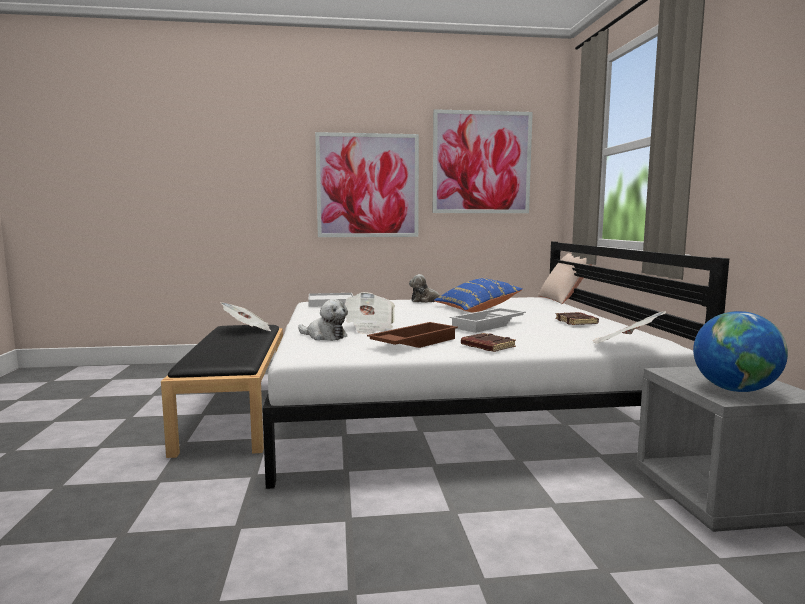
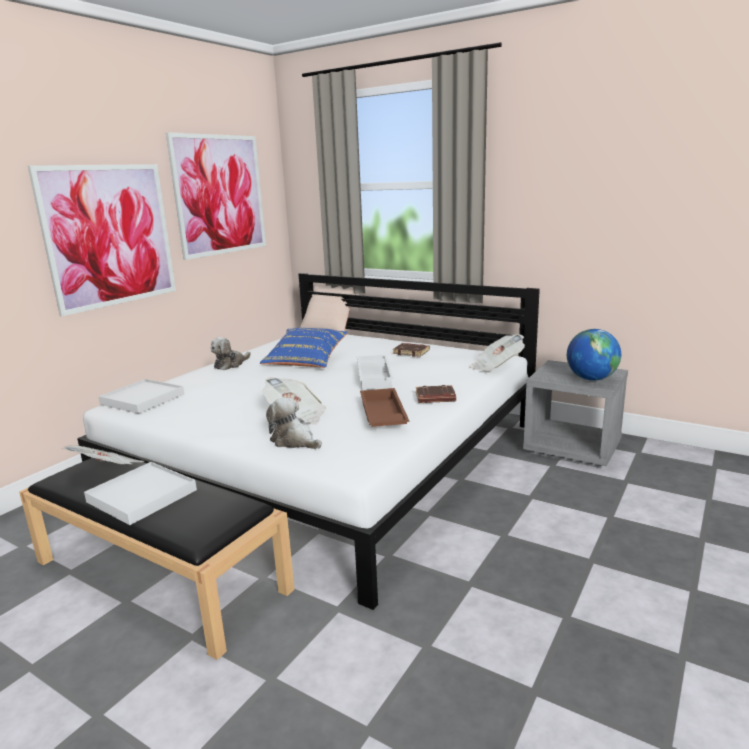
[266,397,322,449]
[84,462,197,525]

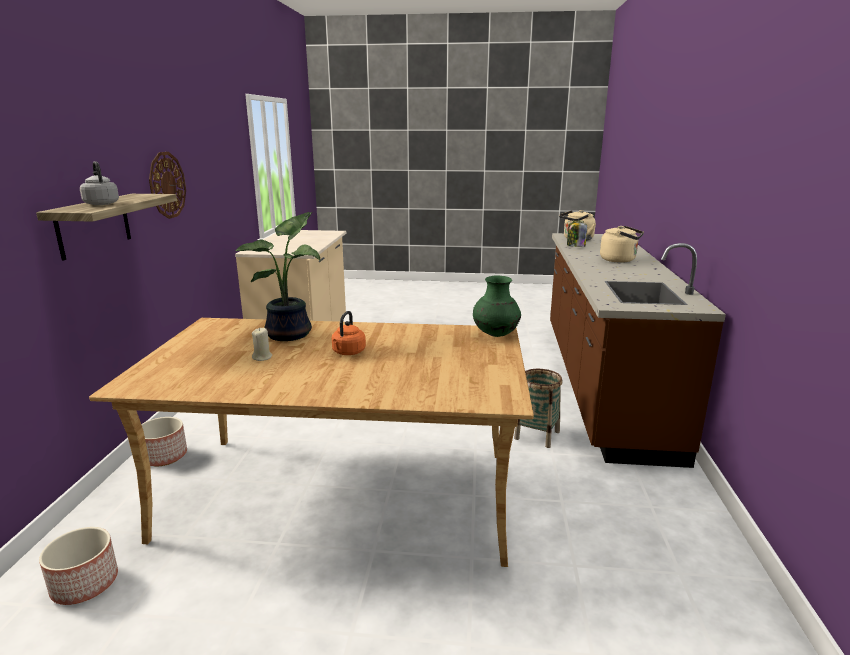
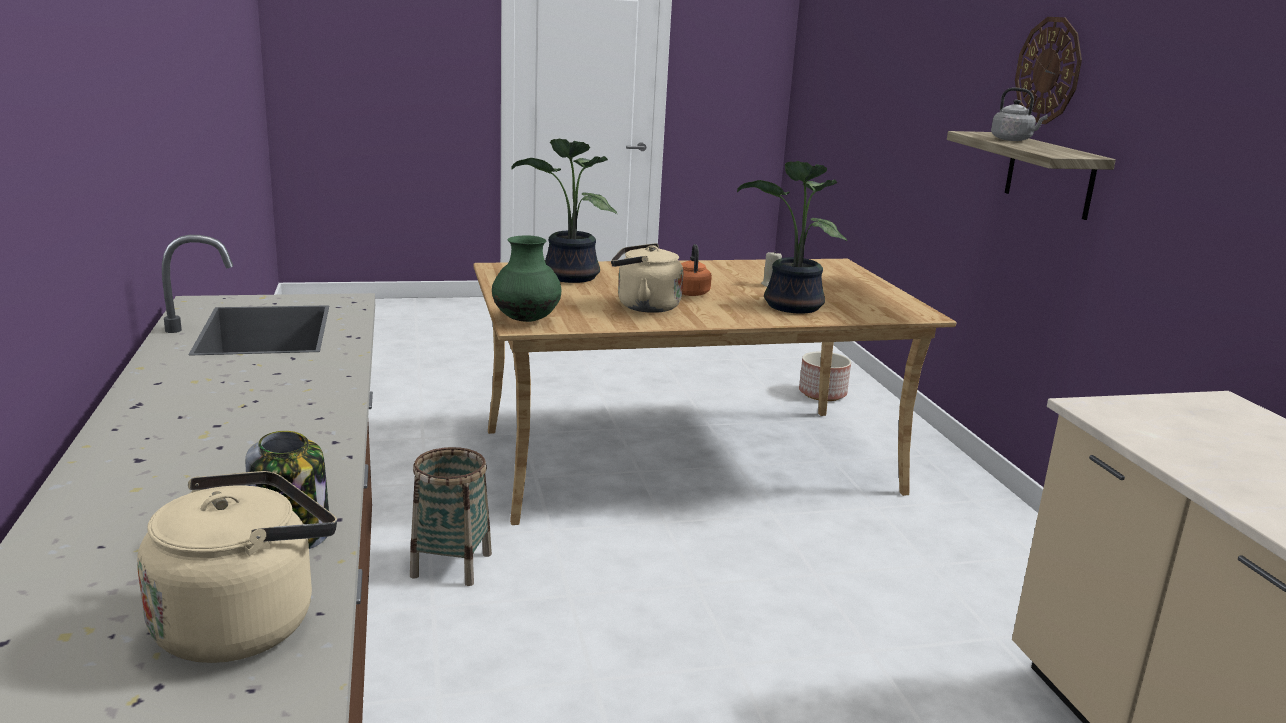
[141,417,187,466] (first image)
[1015,17,1082,124]
[611,243,683,313]
[511,138,617,283]

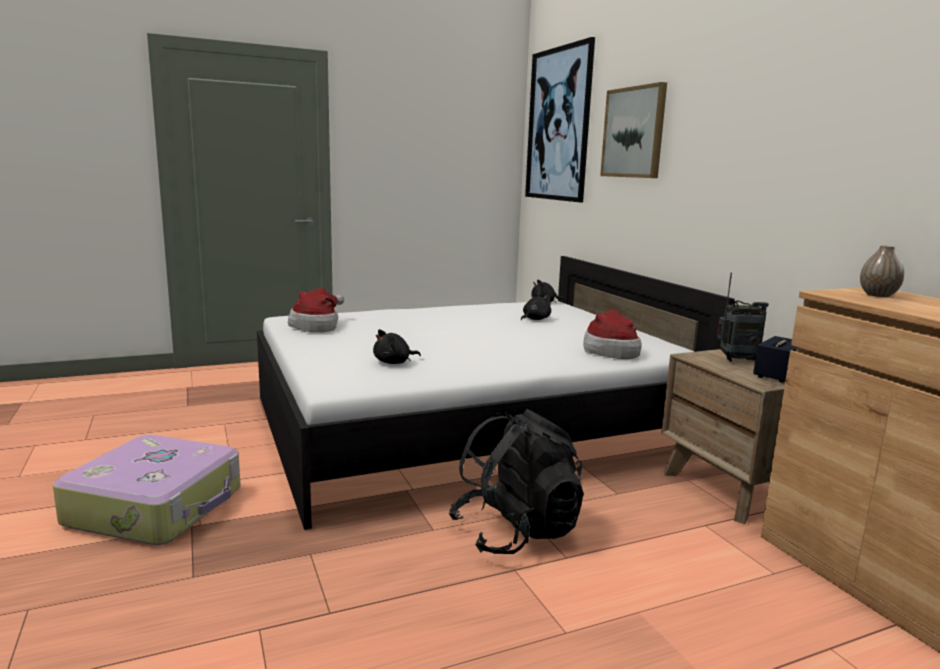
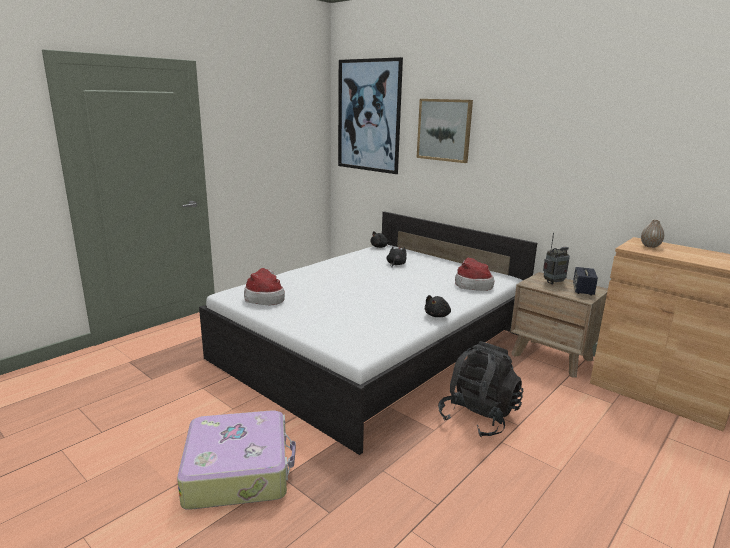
[425,295,451,317]

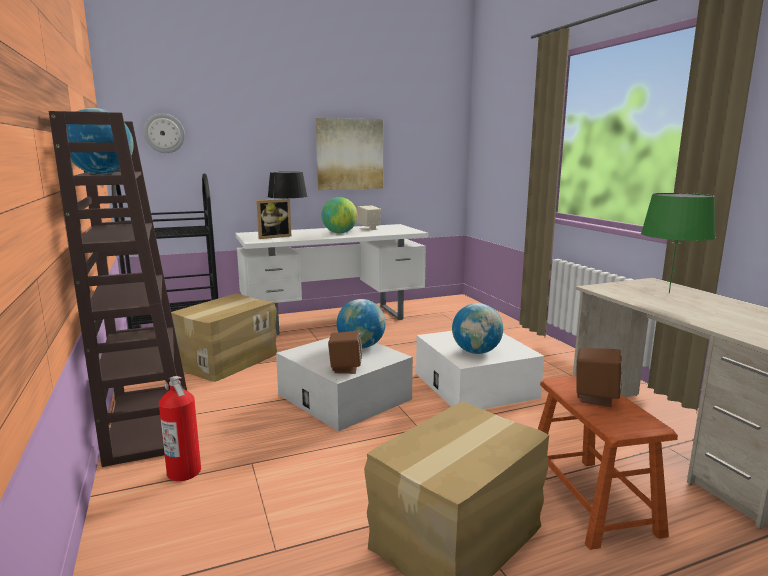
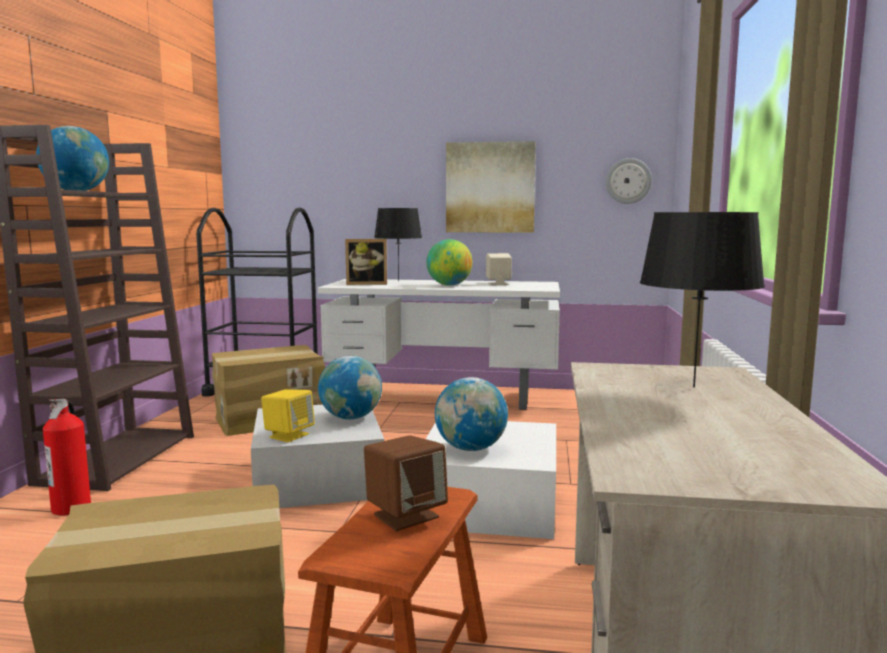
[606,158,652,204]
[261,389,315,442]
[640,212,765,387]

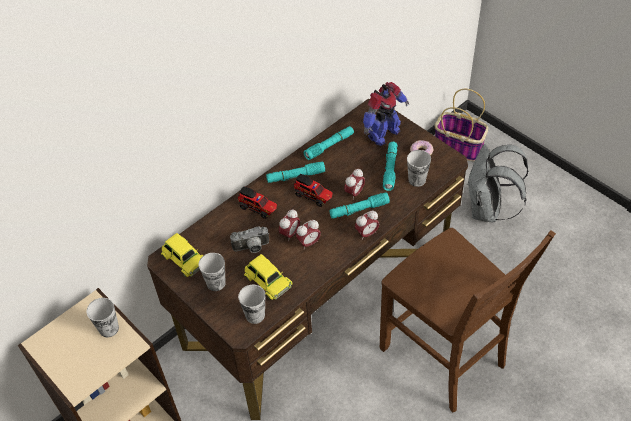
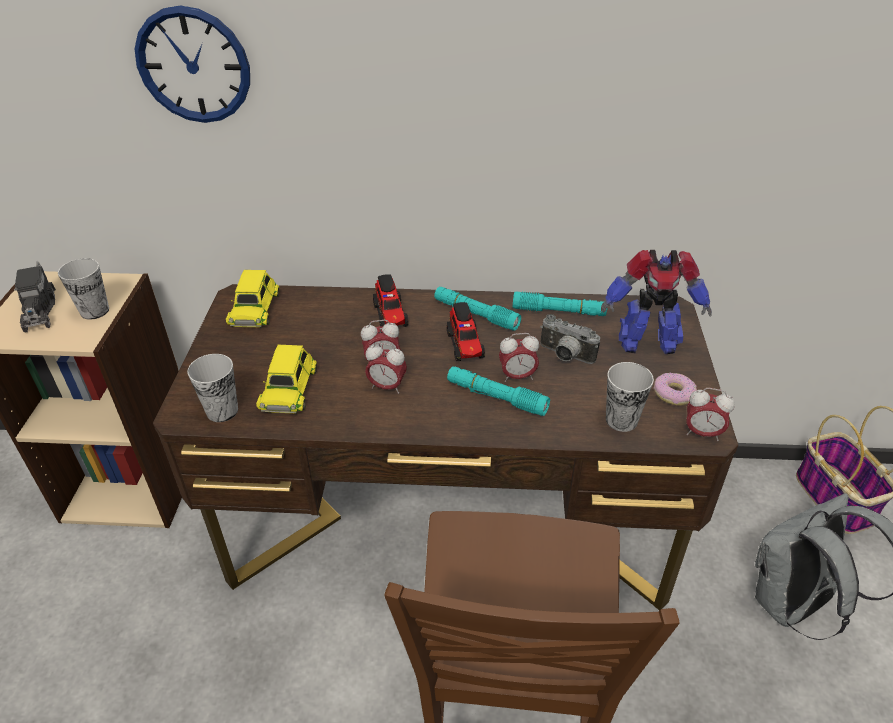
[198,253,226,291] (first image)
[540,314,600,364]
[686,388,735,441]
[383,142,397,191] (first image)
[14,261,56,333]
[135,5,250,123]

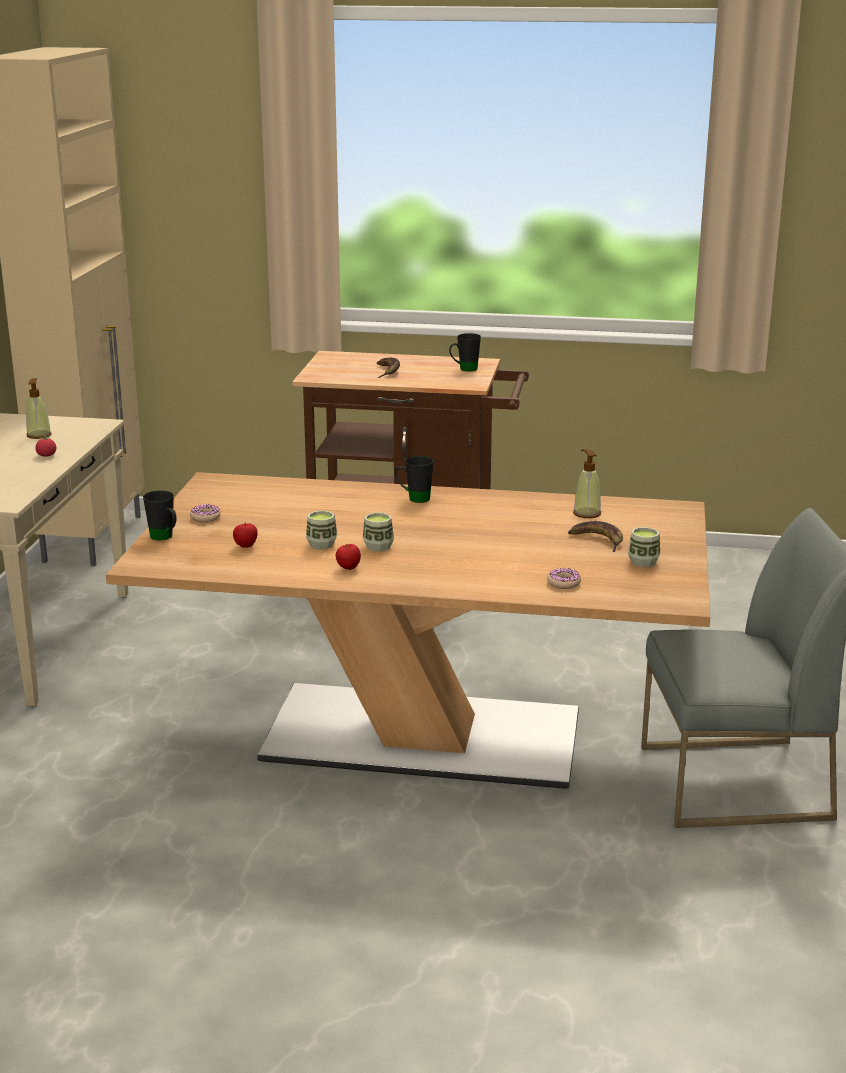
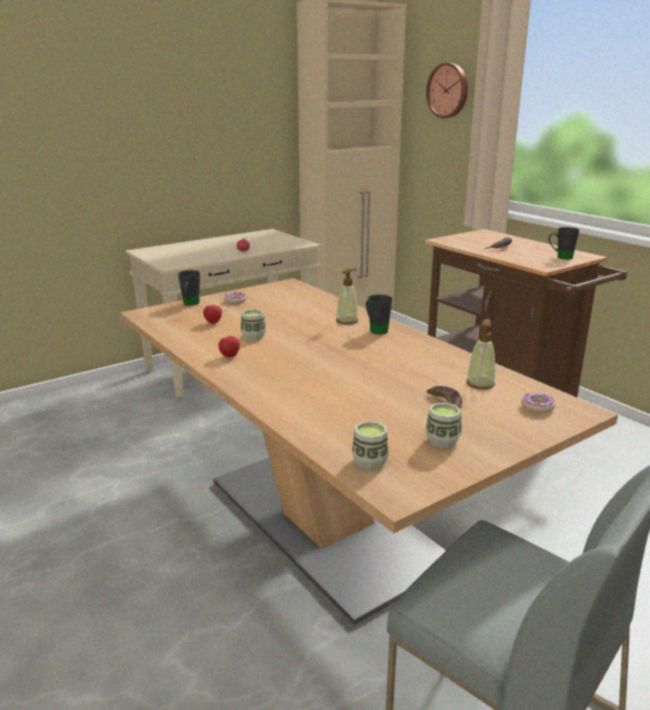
[336,269,359,325]
[352,421,389,470]
[521,392,555,414]
[426,63,468,118]

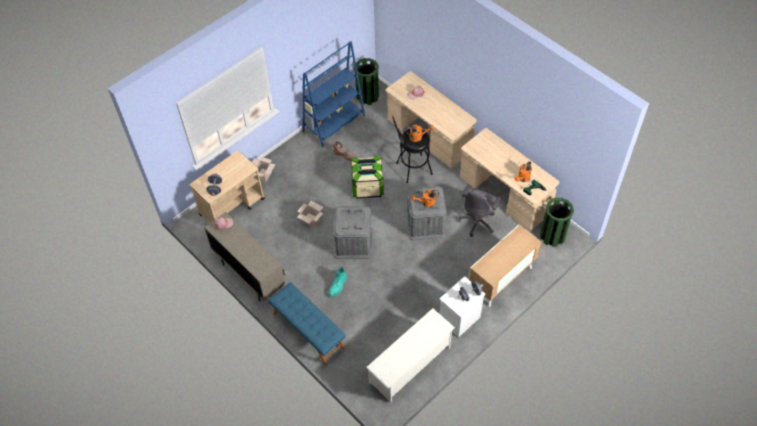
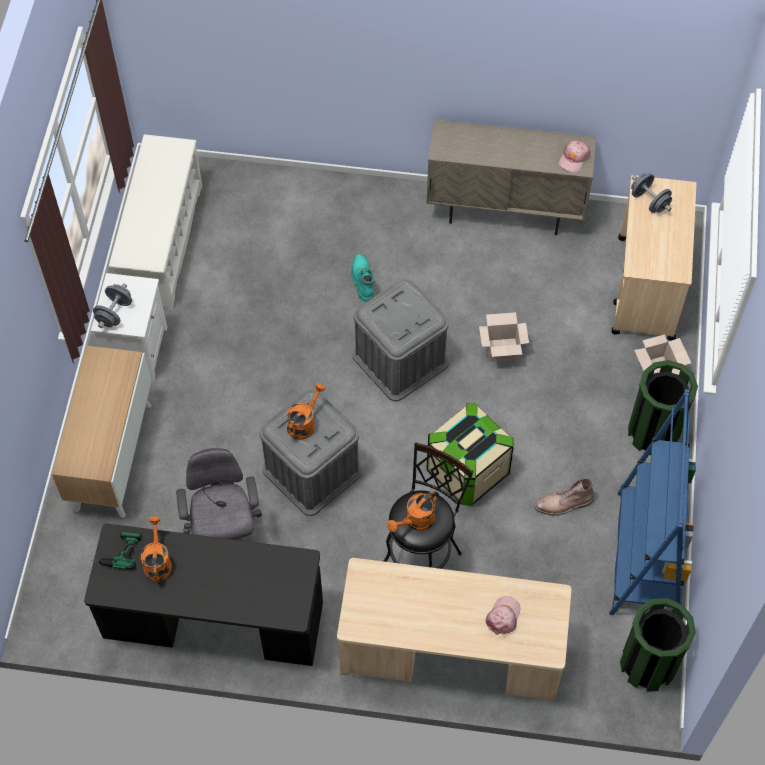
[268,282,346,365] (first image)
[84,524,323,666]
[628,360,698,455]

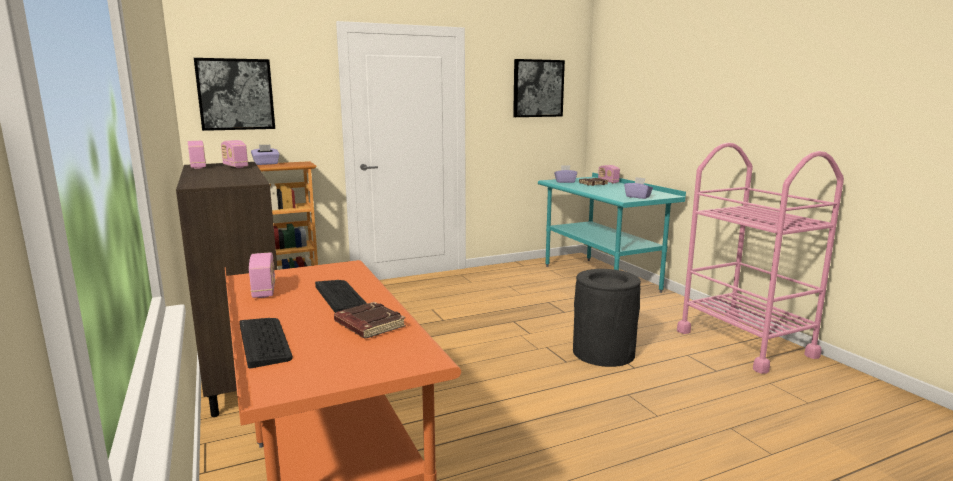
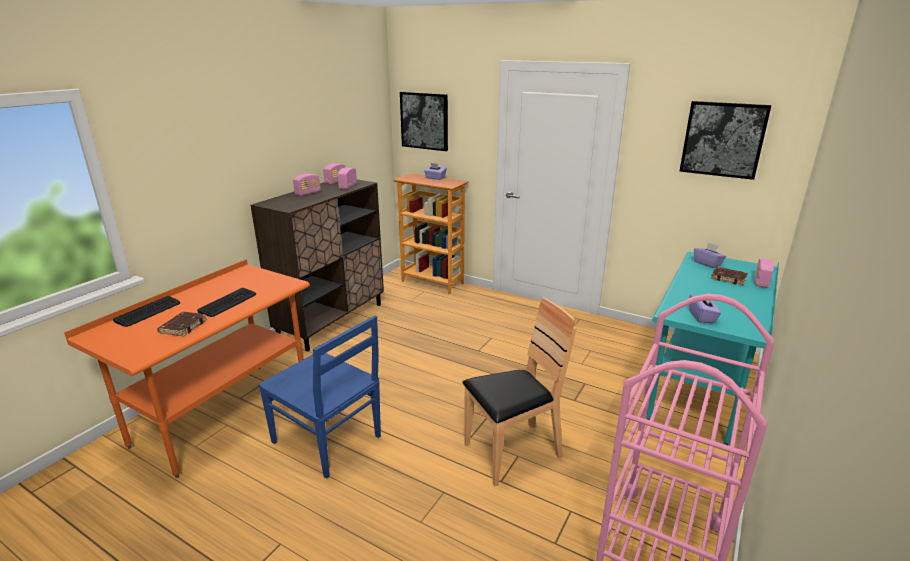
[293,173,321,196]
[463,297,577,486]
[258,316,381,479]

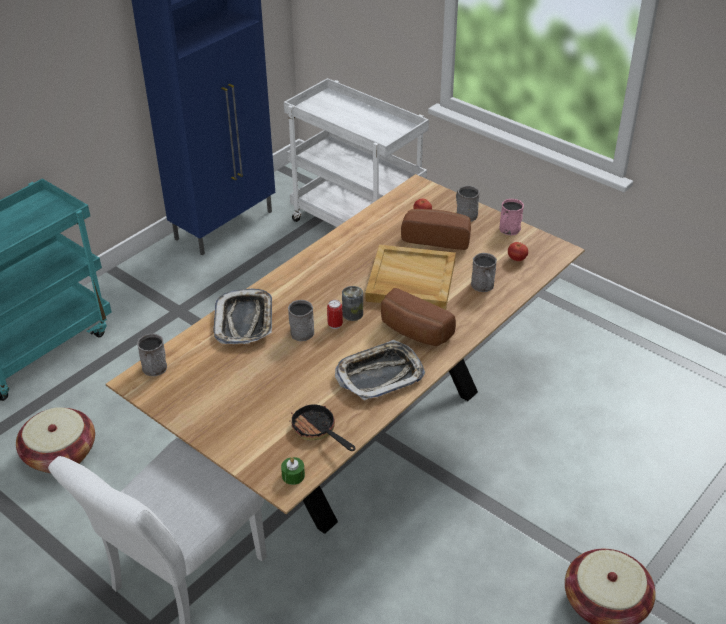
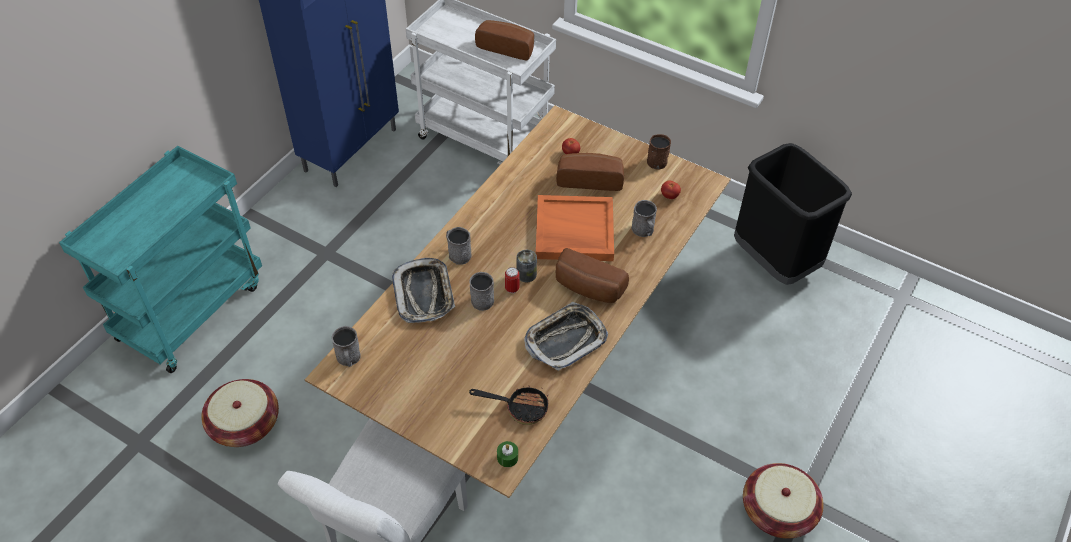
[469,386,549,425]
[536,195,614,261]
[446,227,471,265]
[647,134,671,169]
[475,20,534,60]
[734,143,852,285]

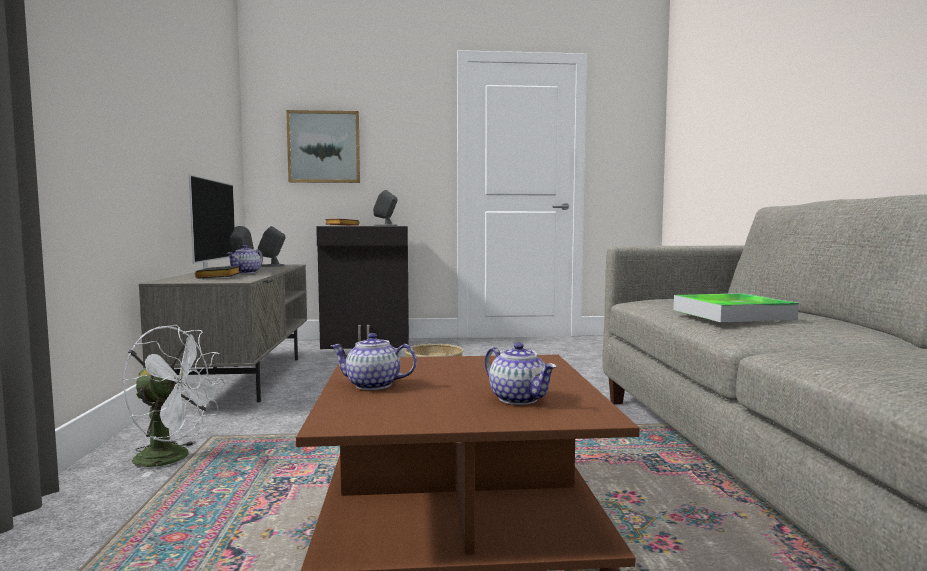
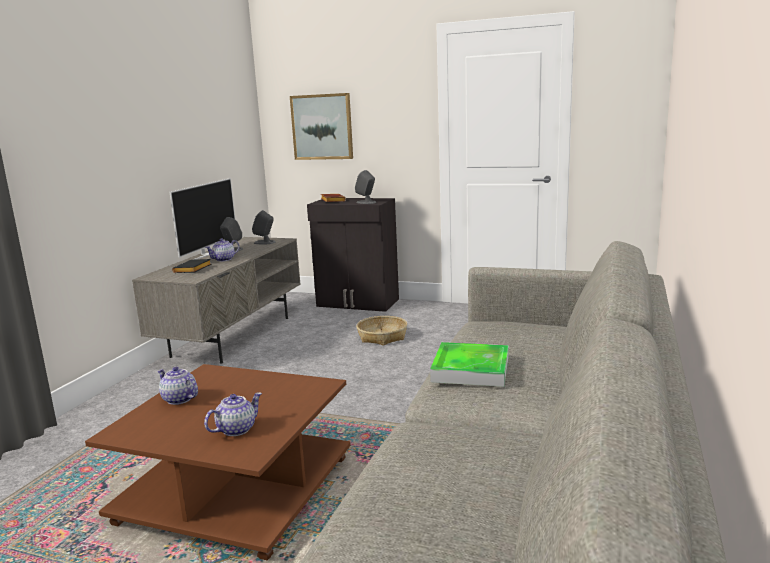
[123,325,225,477] (first image)
[204,392,262,436]

